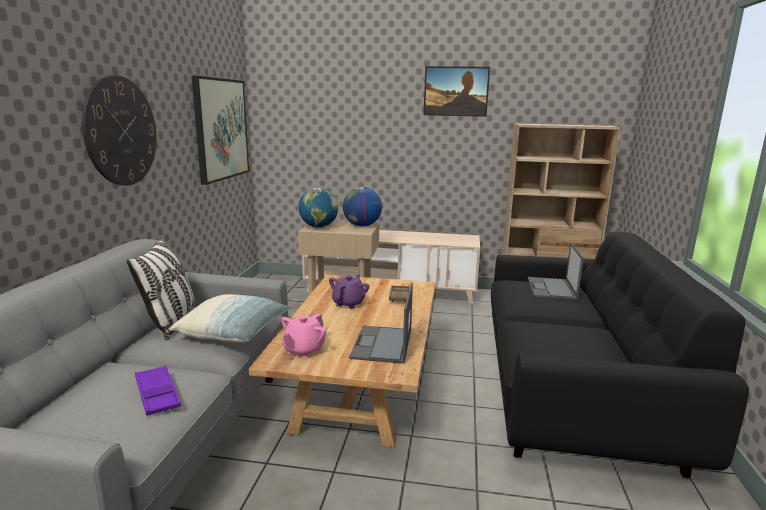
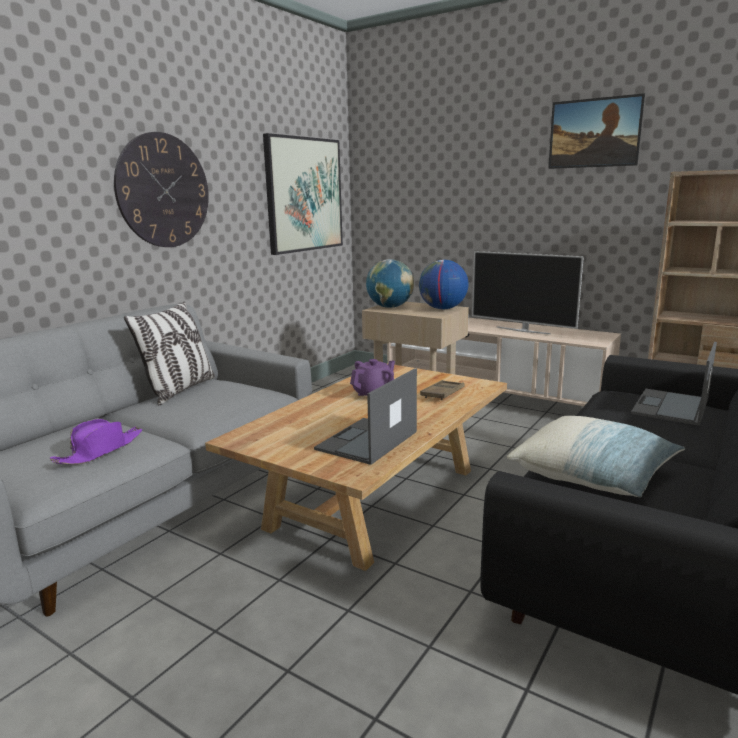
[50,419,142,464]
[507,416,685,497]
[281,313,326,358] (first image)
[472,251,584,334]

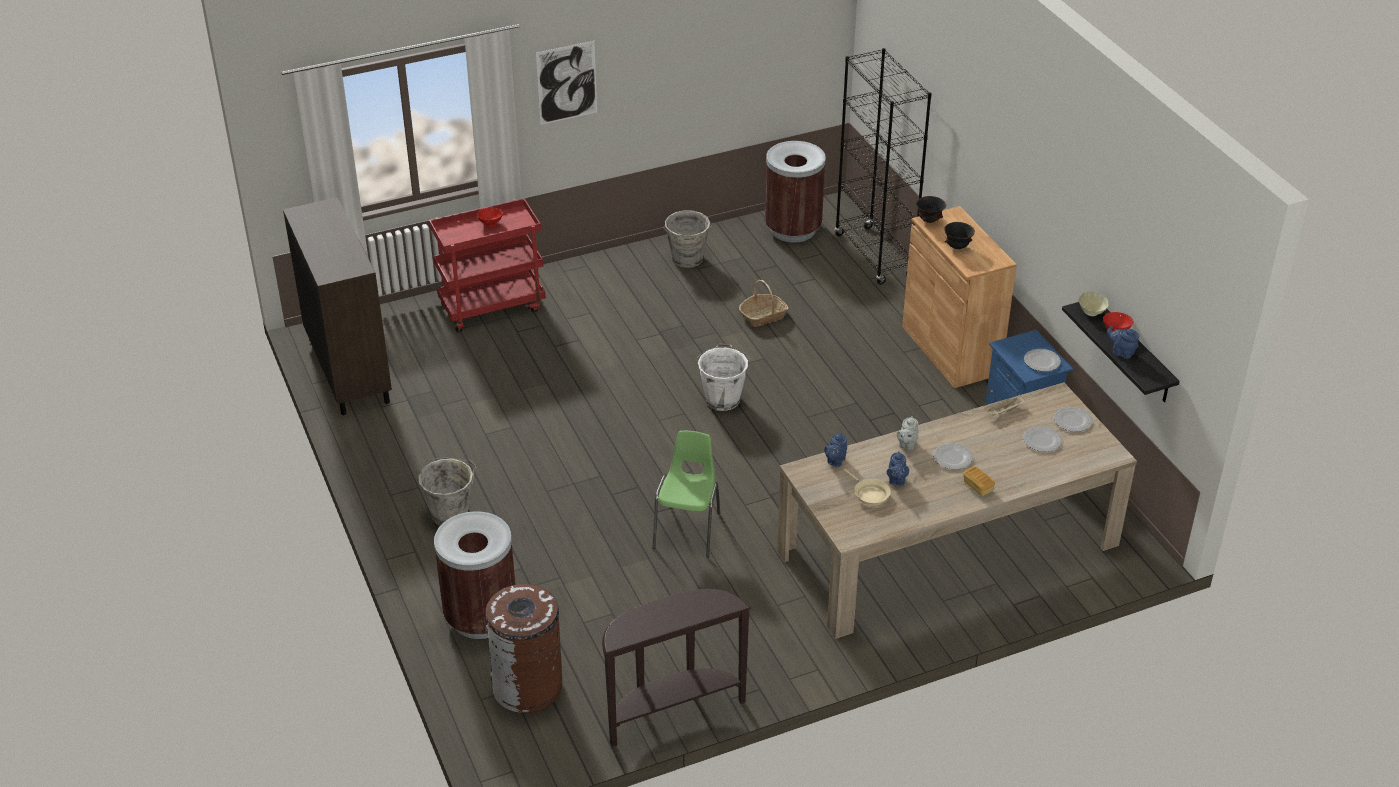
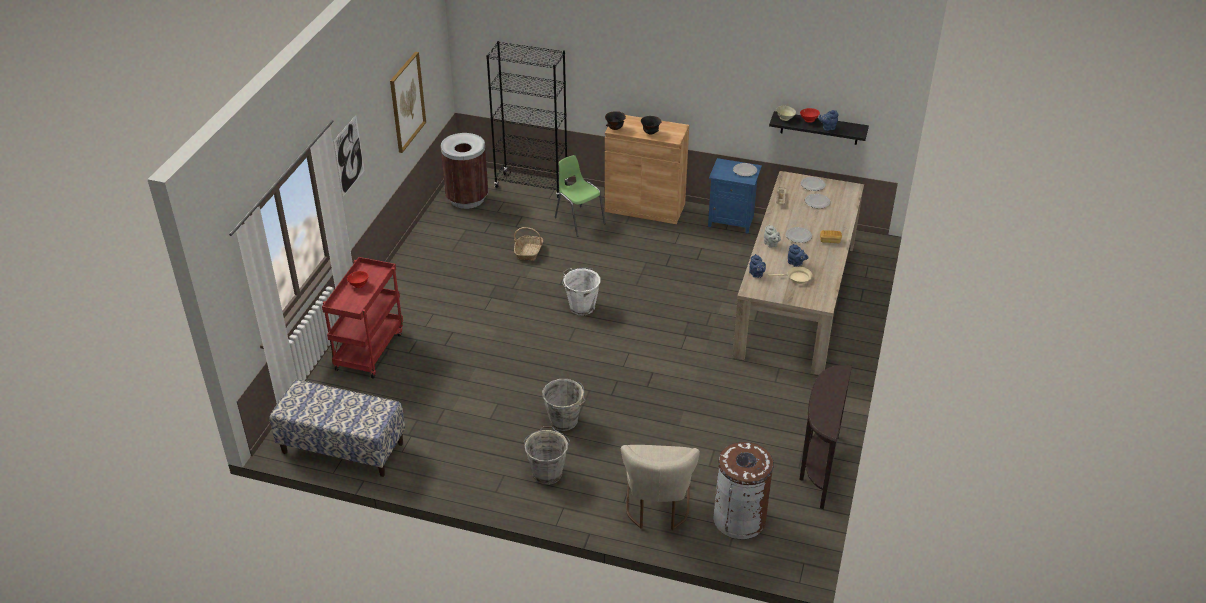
[270,380,405,477]
[621,445,700,530]
[555,155,606,237]
[542,379,586,431]
[390,52,426,153]

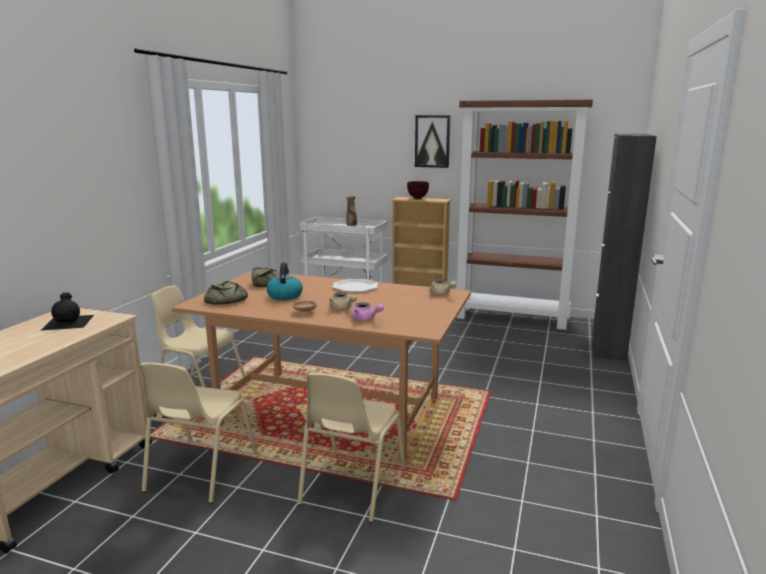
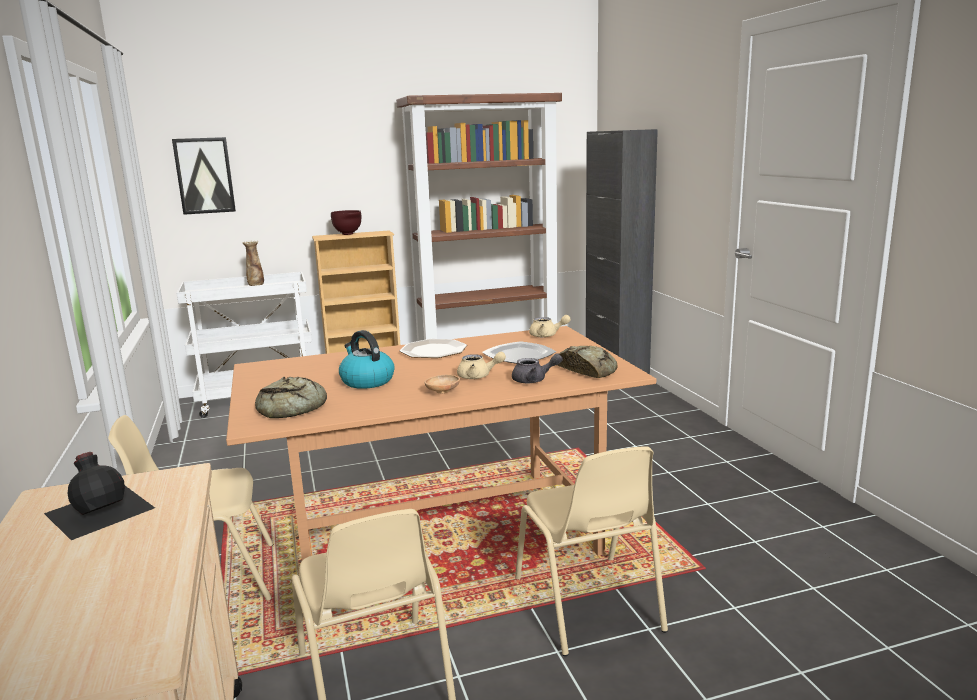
[557,346,618,378]
[512,353,563,383]
[172,137,236,215]
[482,341,556,364]

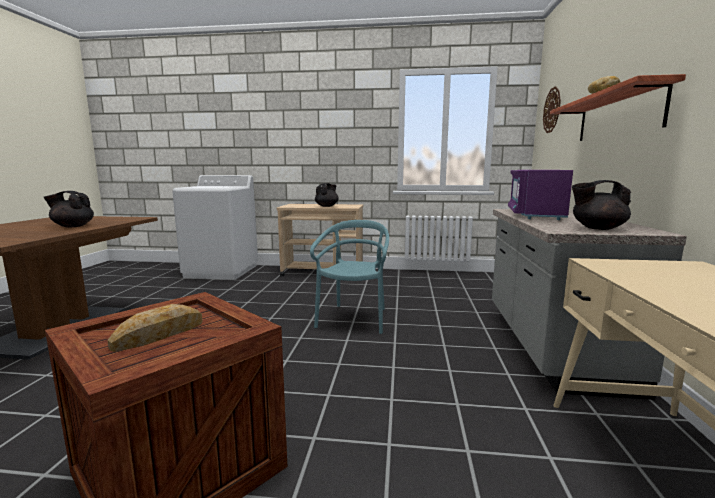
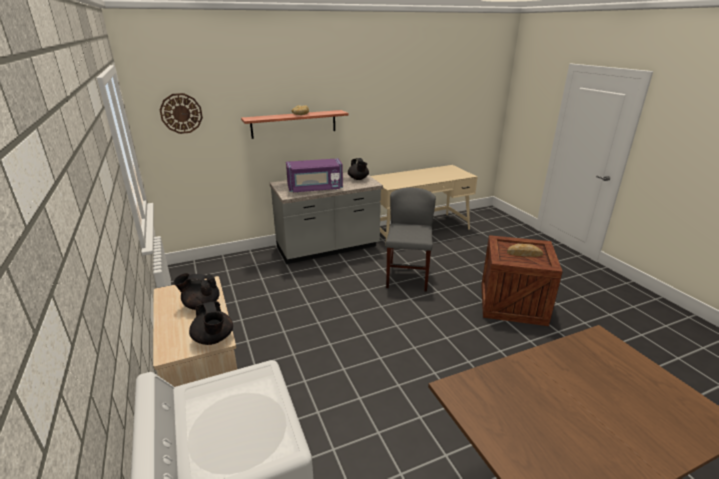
[189,301,233,345]
[310,220,389,334] (first image)
[386,187,436,291]

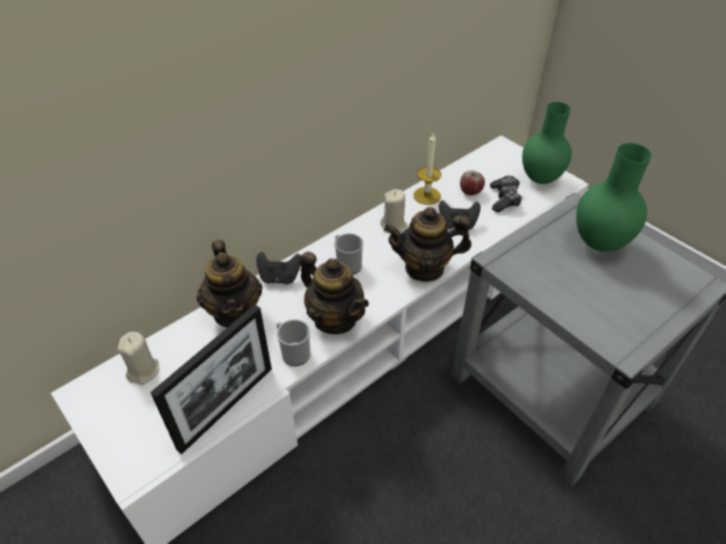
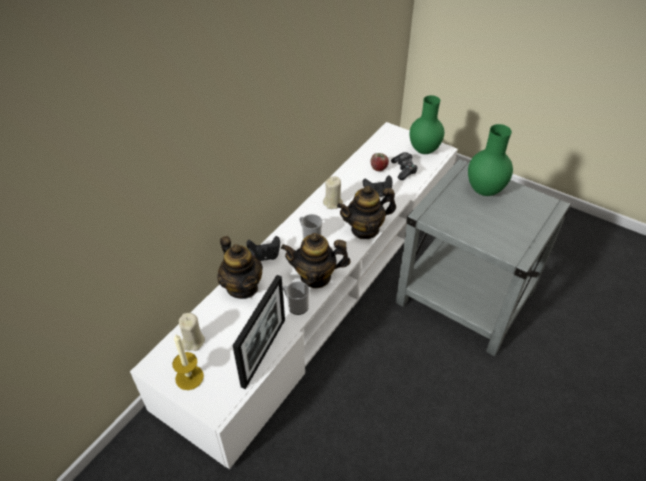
[281,233,351,288]
[172,334,204,390]

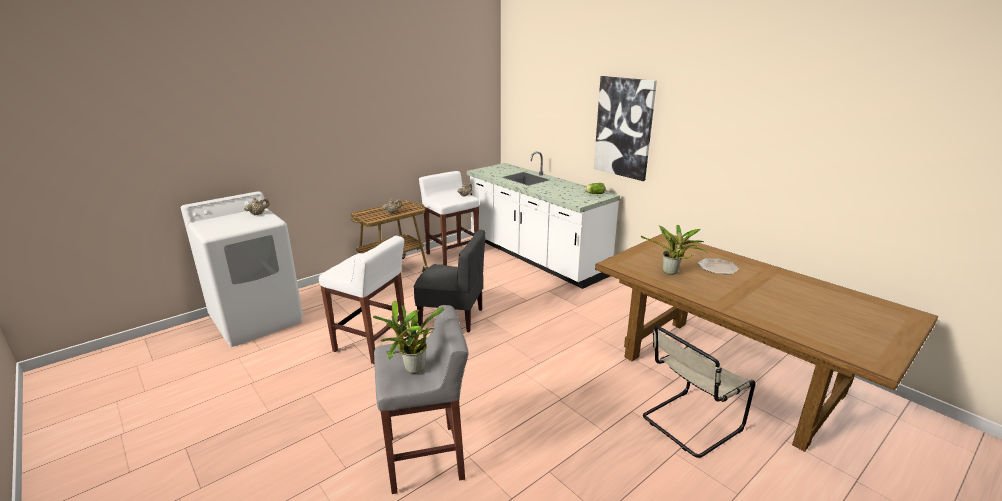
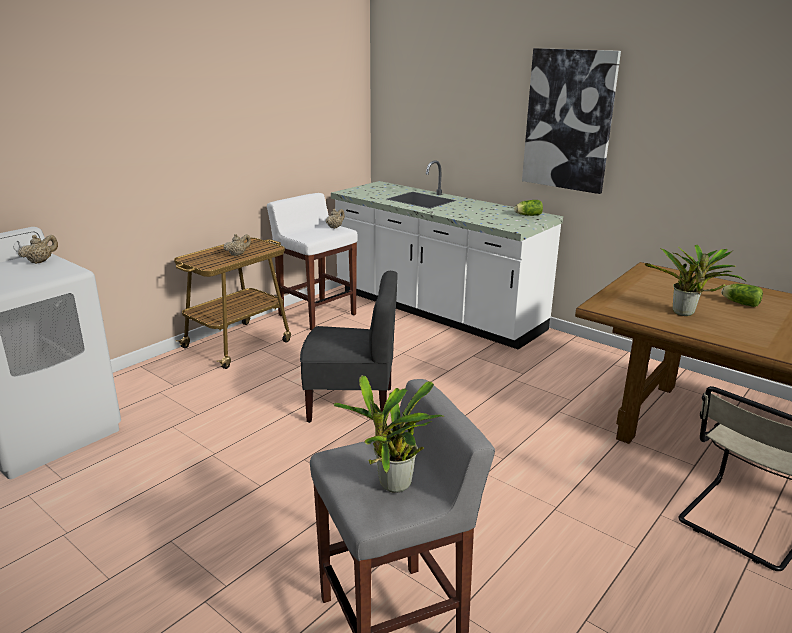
[319,236,407,364] (first image)
[721,284,763,307]

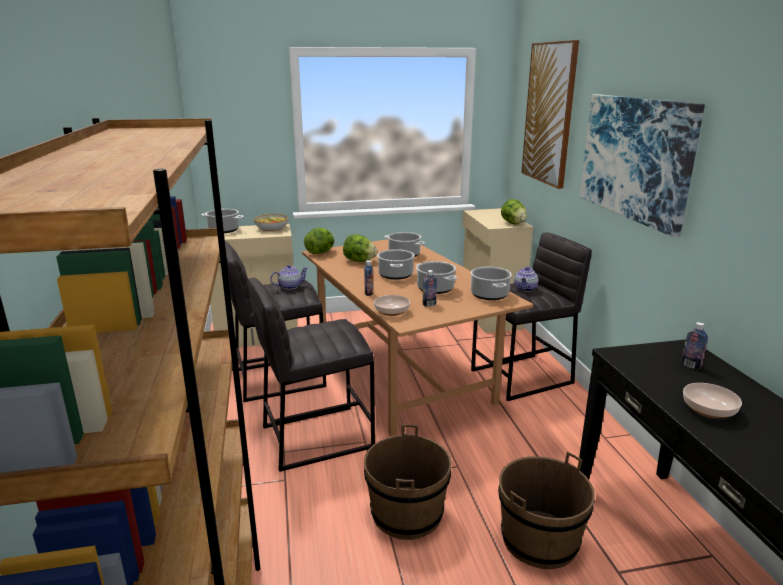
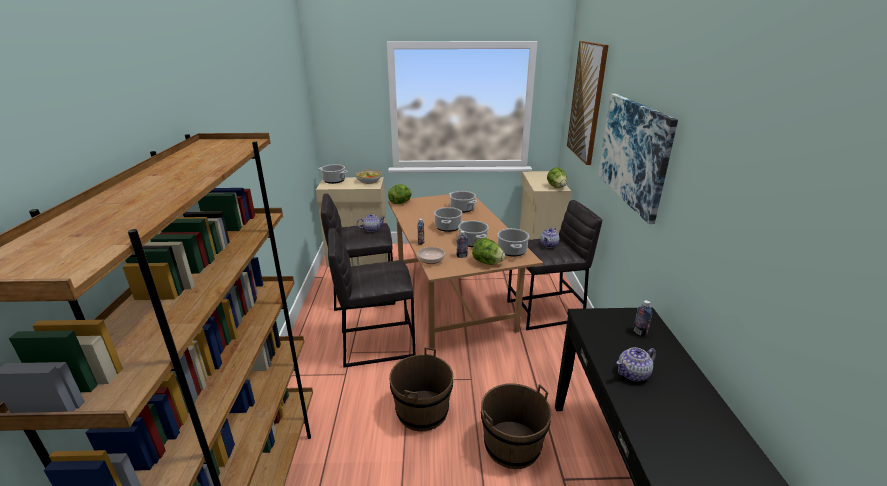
[472,238,505,265]
[616,347,656,382]

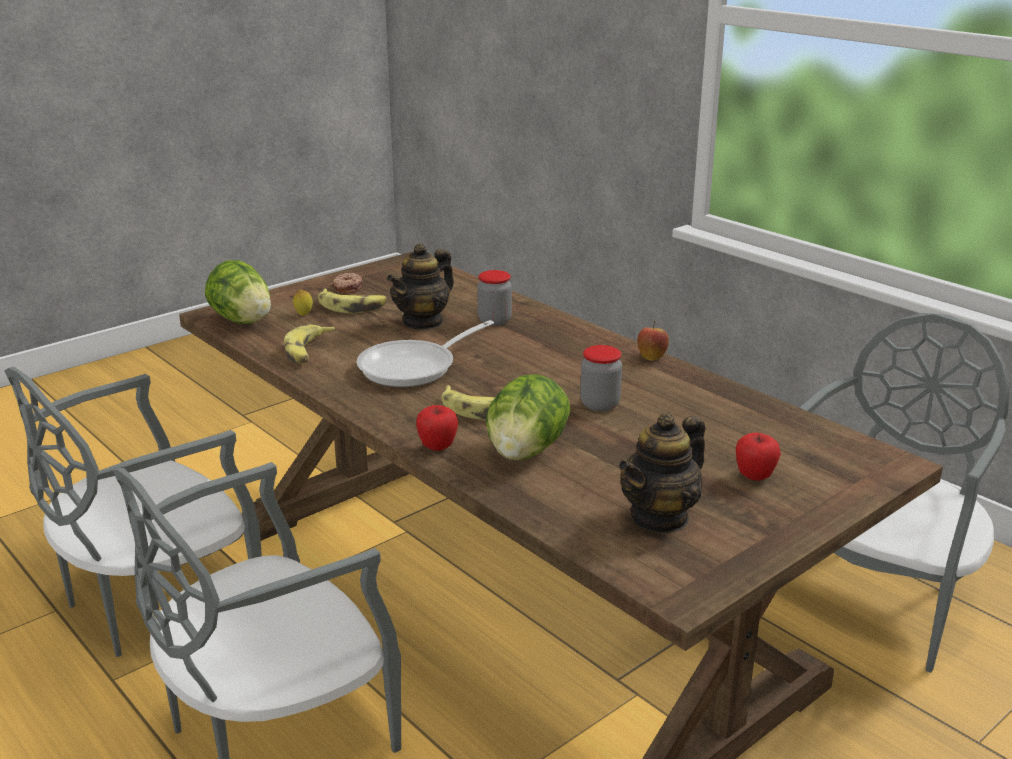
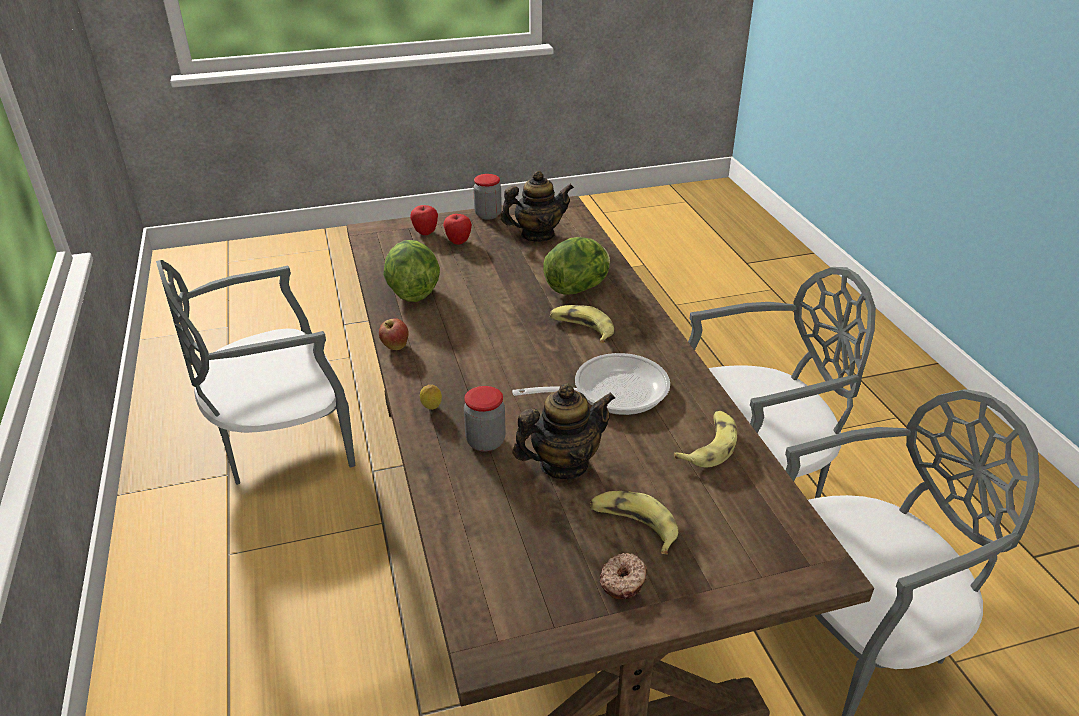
[383,240,440,302]
[420,385,442,410]
[410,205,438,235]
[473,174,502,220]

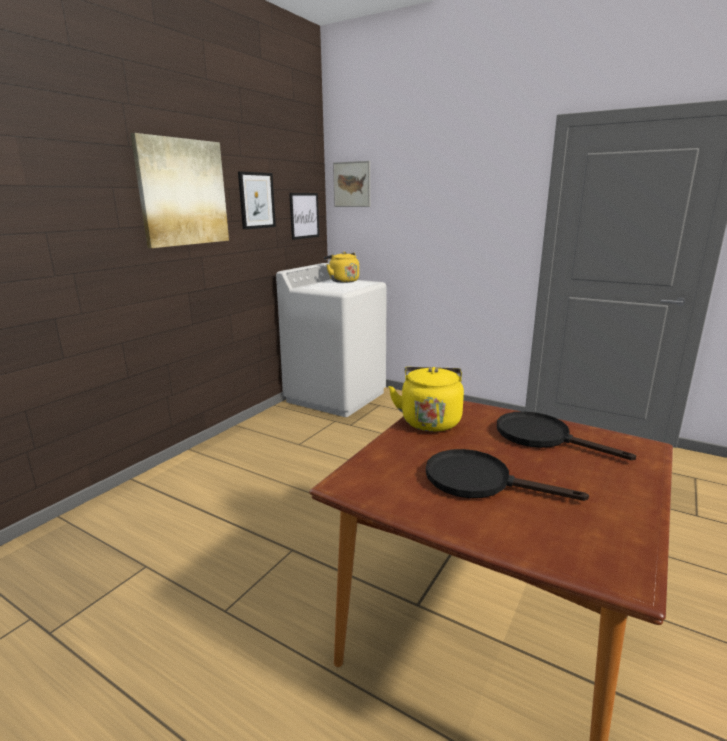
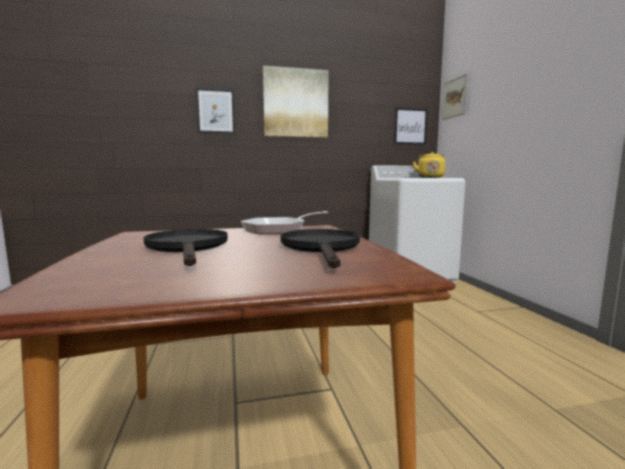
[195,88,236,134]
[241,211,329,234]

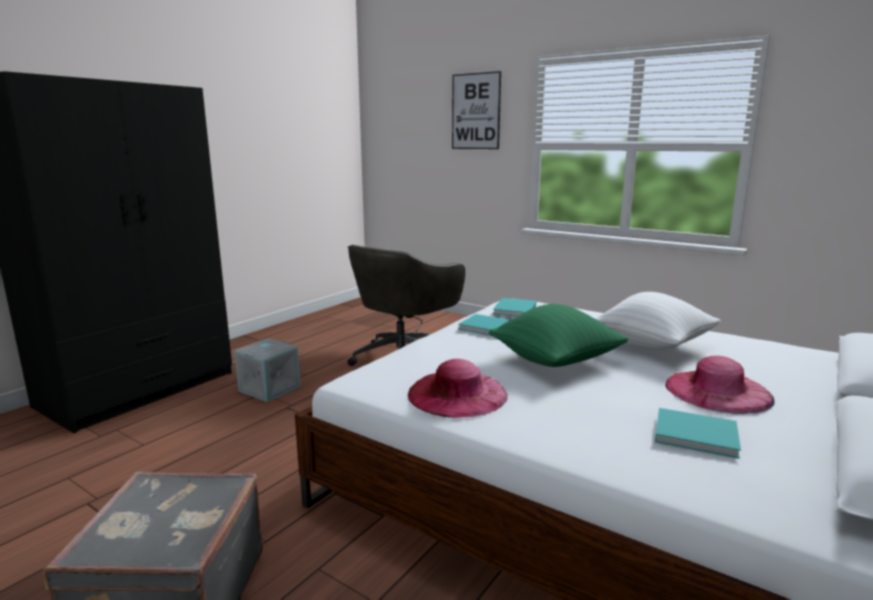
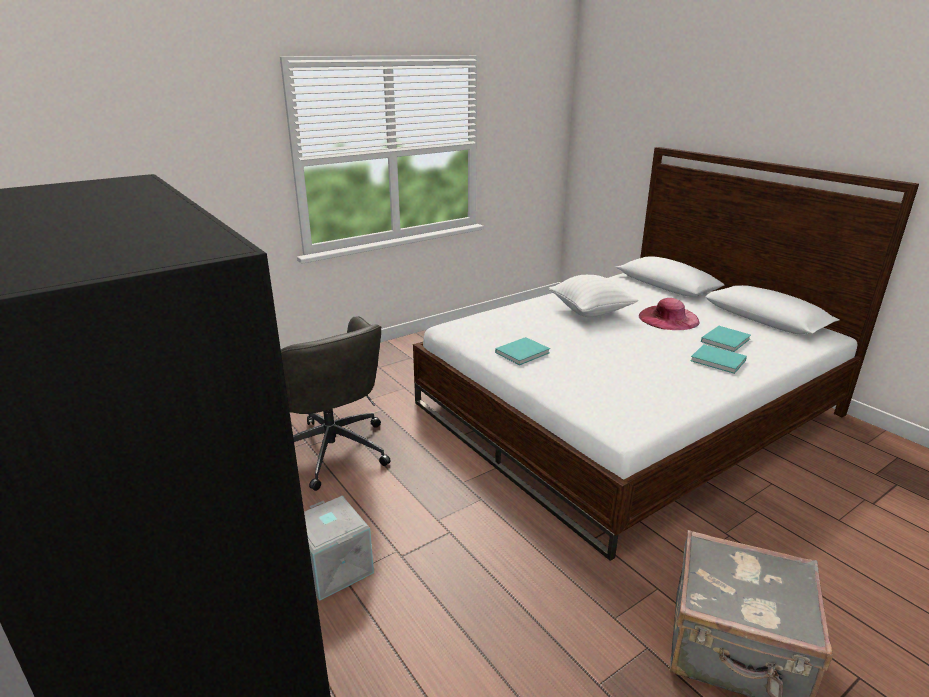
[408,359,508,418] (first image)
[452,71,501,149] (first image)
[489,304,629,367] (first image)
[690,344,747,374]

